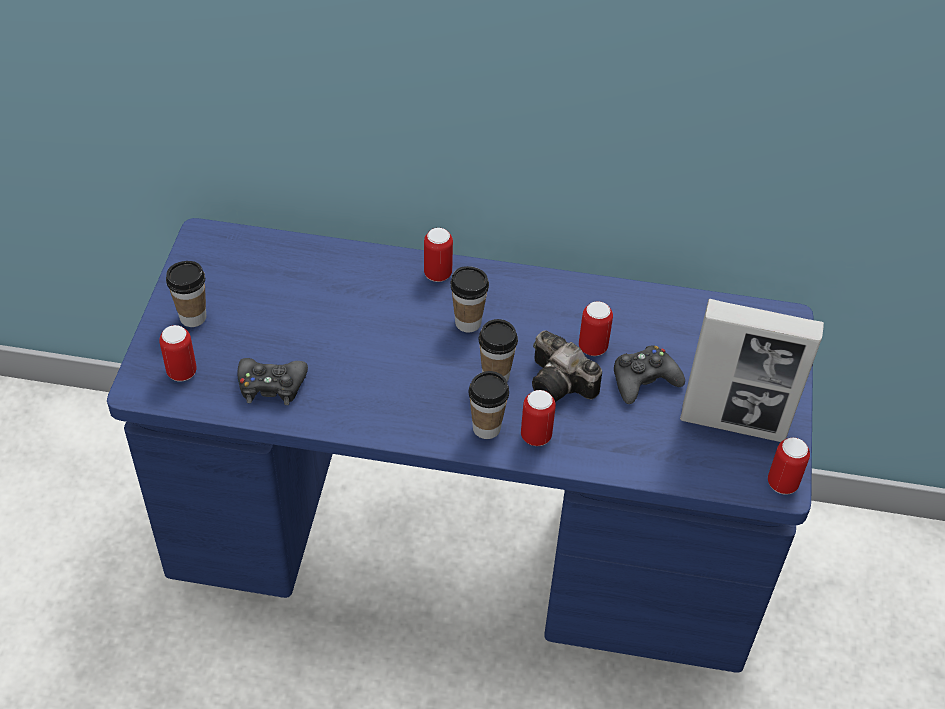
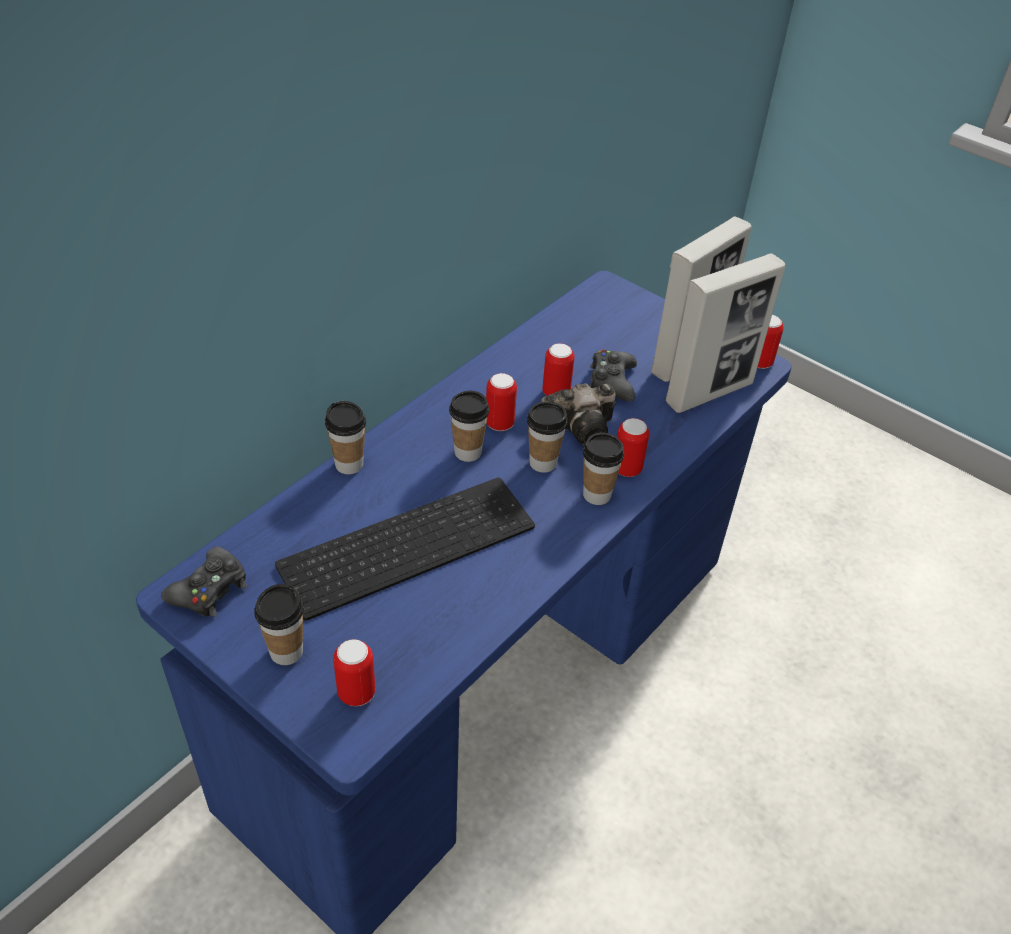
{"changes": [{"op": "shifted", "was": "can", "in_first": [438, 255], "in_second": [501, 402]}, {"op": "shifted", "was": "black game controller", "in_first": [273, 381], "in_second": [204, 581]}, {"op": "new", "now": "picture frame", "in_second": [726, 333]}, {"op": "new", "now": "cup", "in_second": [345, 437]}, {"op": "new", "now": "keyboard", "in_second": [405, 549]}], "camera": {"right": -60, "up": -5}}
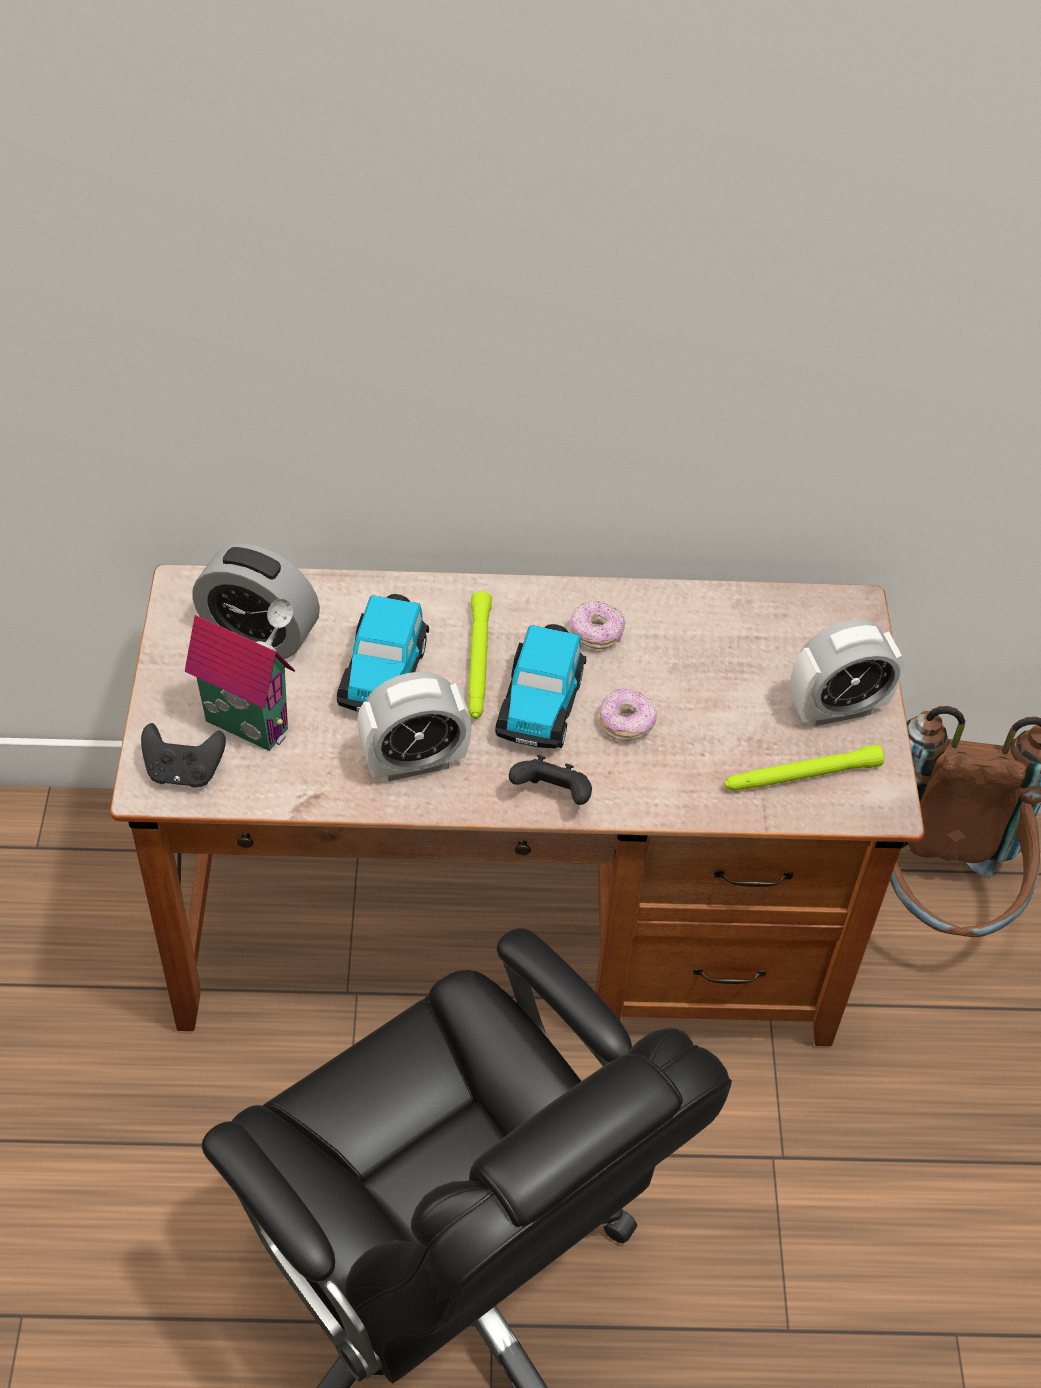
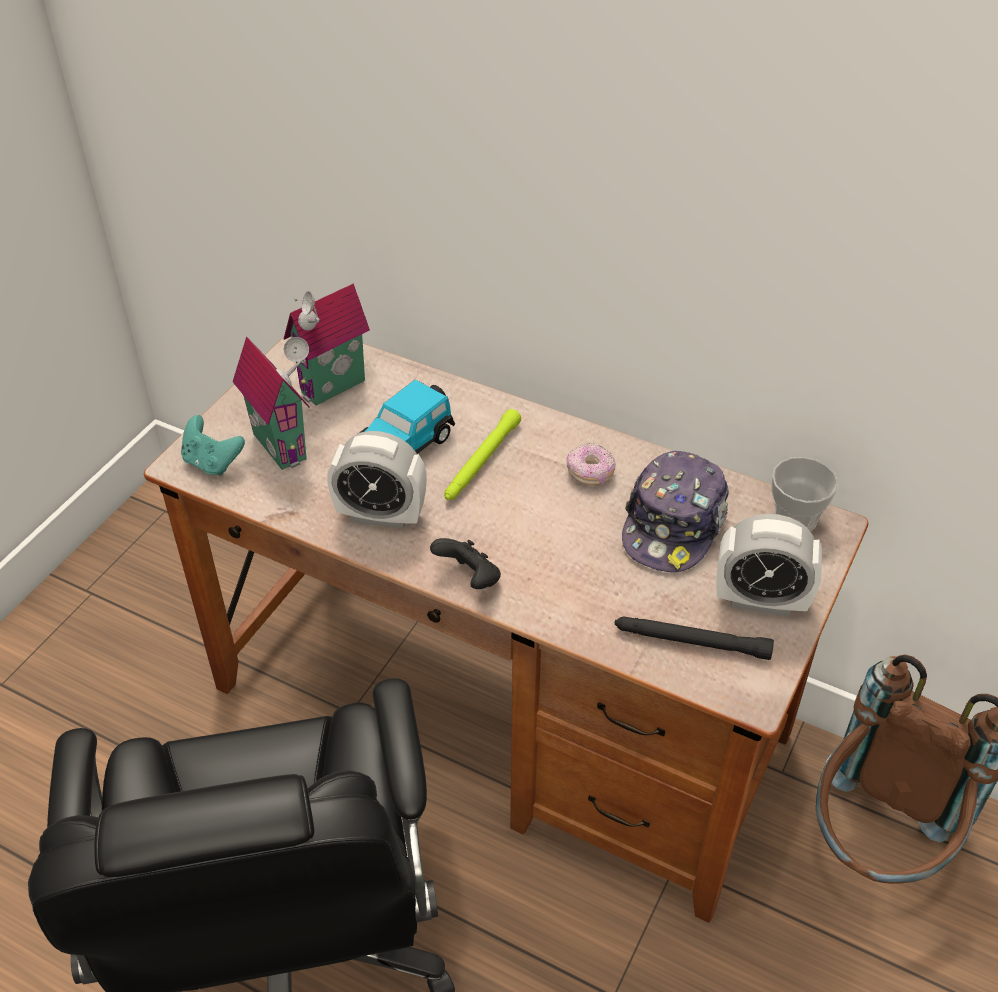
{"changes": [{"op": "swapped", "was": "alarm clock", "now": "toy house", "in_first": [256, 601], "in_second": [327, 345]}, {"op": "gone", "was": "toy car", "in_first": [540, 686]}, {"op": "gone", "was": "donut", "in_first": [628, 714]}, {"op": "repainted", "was": "black game controller", "now": "turquoise game controller", "in_first": [183, 755], "in_second": [213, 445]}, {"op": "repainted", "was": "green flashlight", "now": "black flashlight", "in_first": [804, 768], "in_second": [694, 638]}, {"op": "new", "now": "cap", "in_second": [675, 511]}, {"op": "new", "now": "cup", "in_second": [805, 494]}], "camera": {"right": 30, "up": -5}}
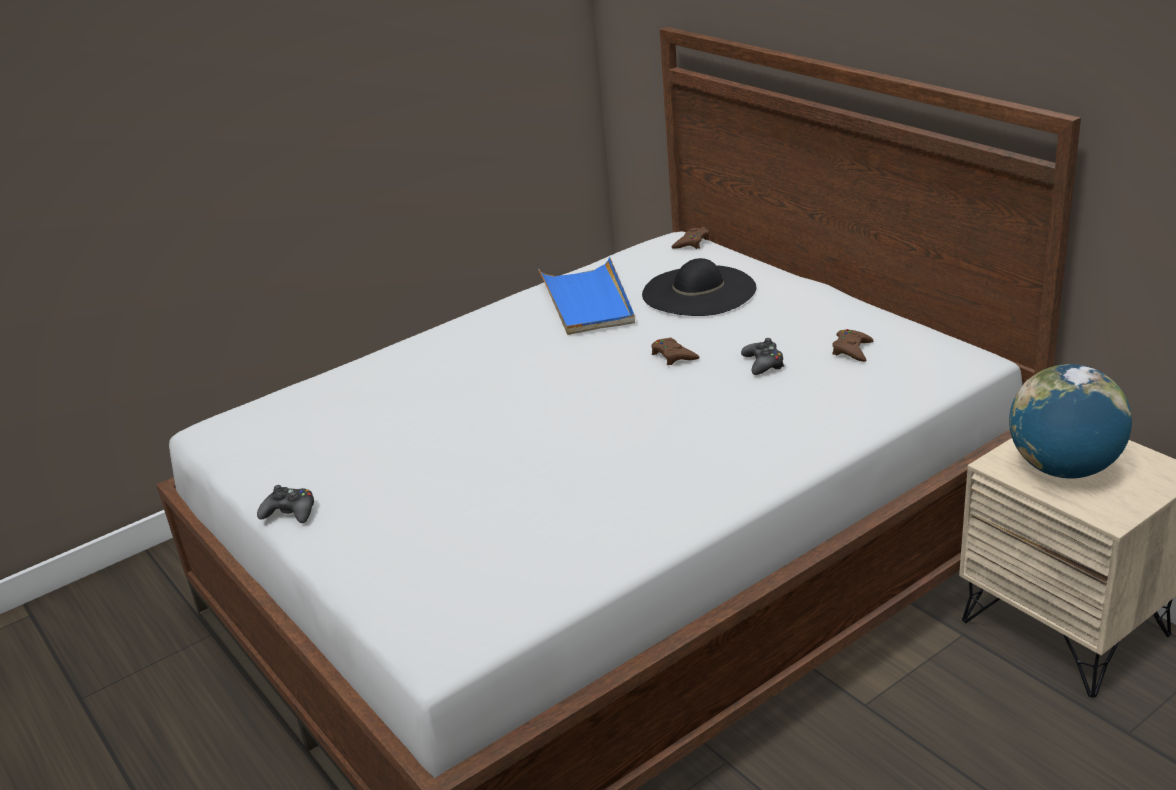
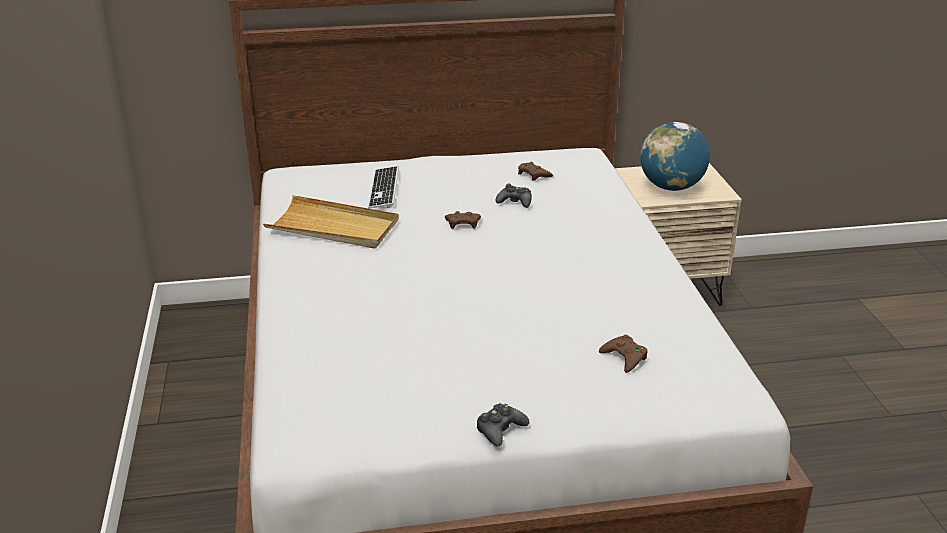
{"changes": [{"op": "shifted", "was": "brown game controller", "in_first": [690, 238], "in_second": [623, 354]}, {"op": "repainted", "was": "blue tray", "now": "beige tray", "in_first": [586, 296], "in_second": [331, 222]}, {"op": "swapped", "was": "black hat", "now": "keyboard", "in_first": [699, 287], "in_second": [383, 187]}], "camera": {"right": -65, "up": 0}}
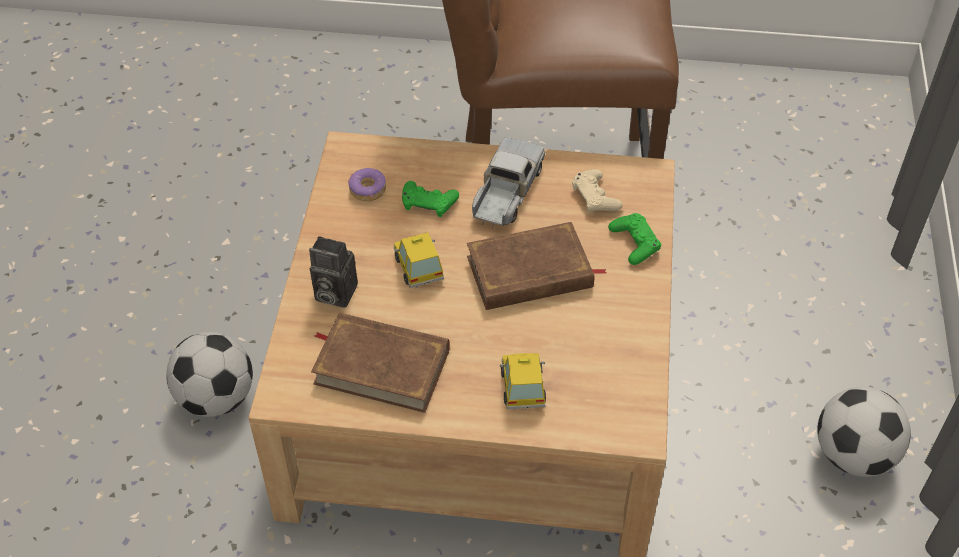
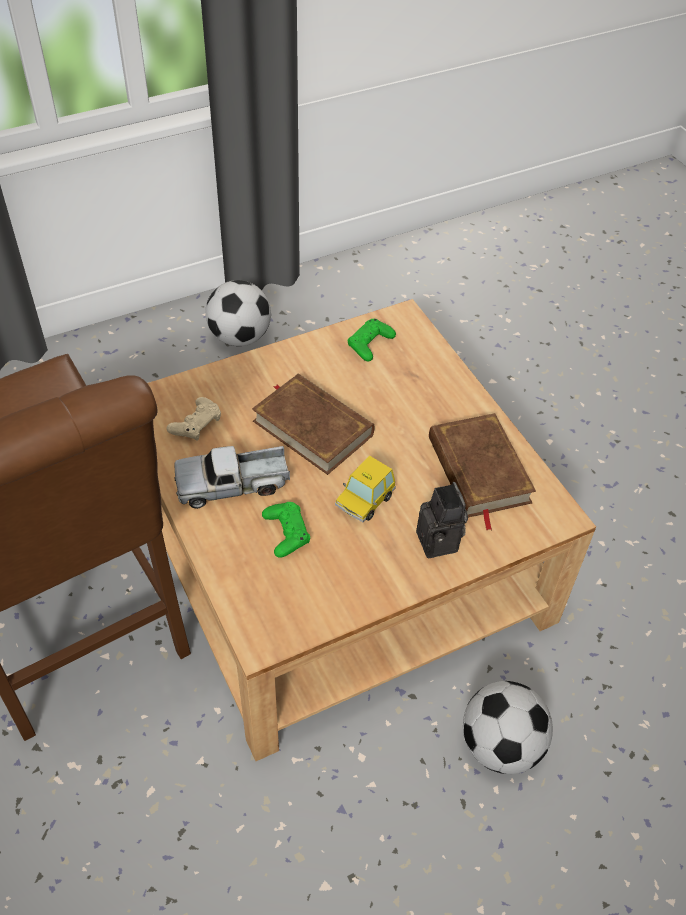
{"changes": [{"op": "gone", "was": "donut", "in_first": [367, 184]}, {"op": "shifted", "was": "green game controller", "in_first": [634, 239], "in_second": [372, 340]}, {"op": "gone", "was": "toy car", "in_first": [523, 382]}], "camera": {"right": -125, "up": 0}}
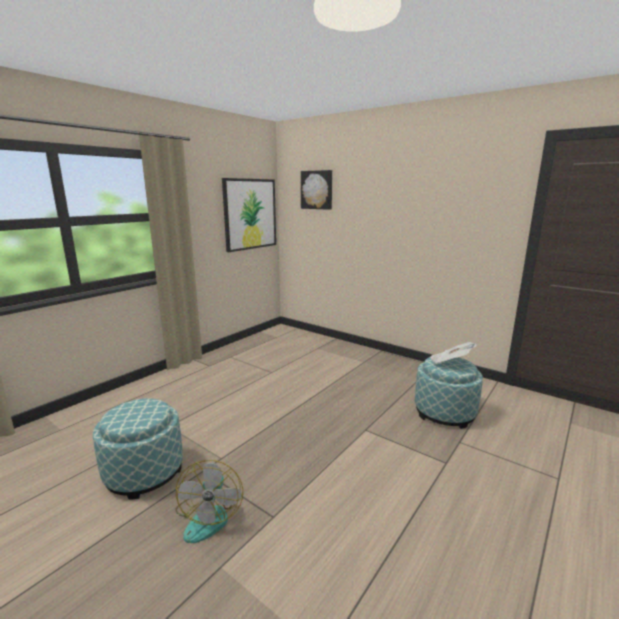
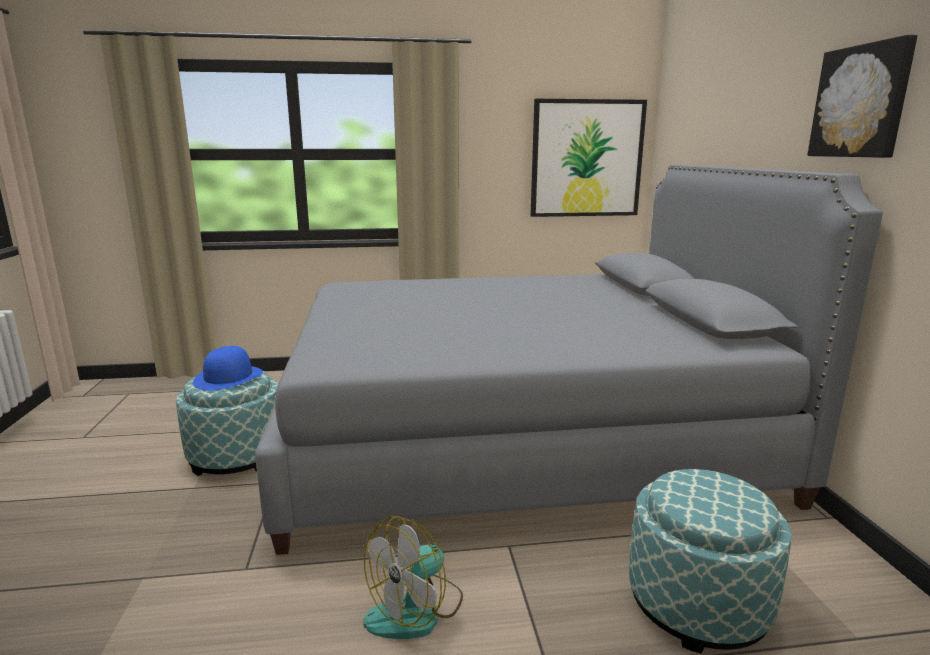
{"changes": [{"op": "shifted", "was": "picture", "in_first": [316, 190], "in_second": [862, 96]}, {"op": "gone", "was": "newspaper", "in_first": [453, 353]}, {"op": "shifted", "was": "fan", "in_first": [209, 501], "in_second": [413, 577]}, {"op": "new", "now": "grey bed", "in_second": [569, 359]}, {"op": "new", "now": "blue hat", "in_second": [228, 368]}], "camera": {"right": 45, "up": 0}}
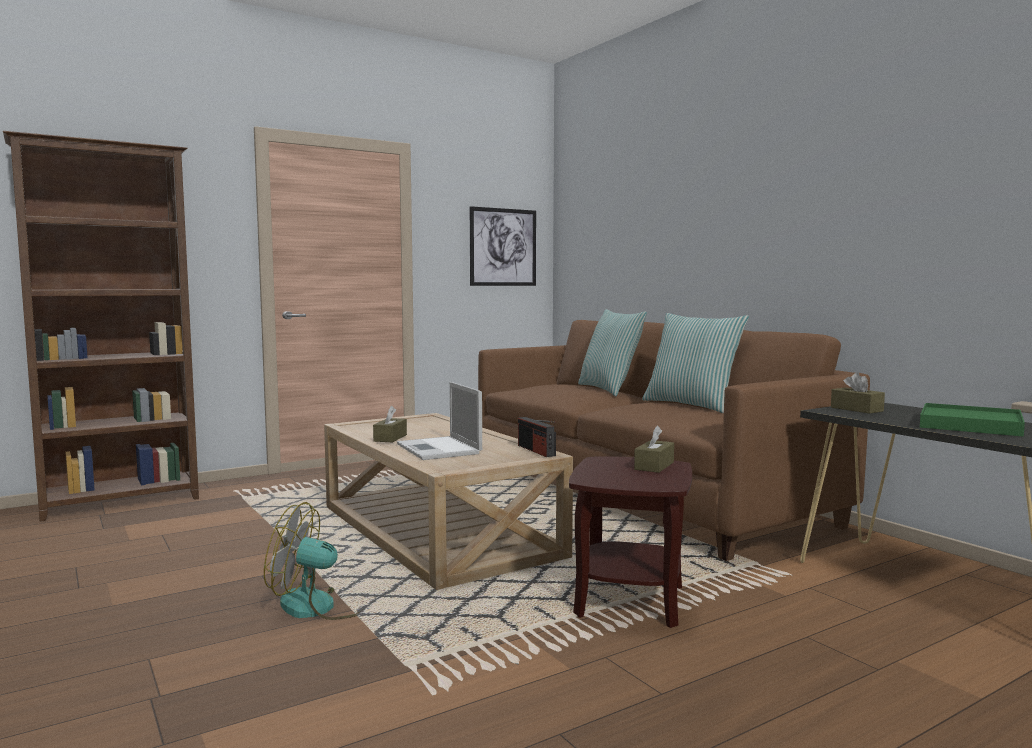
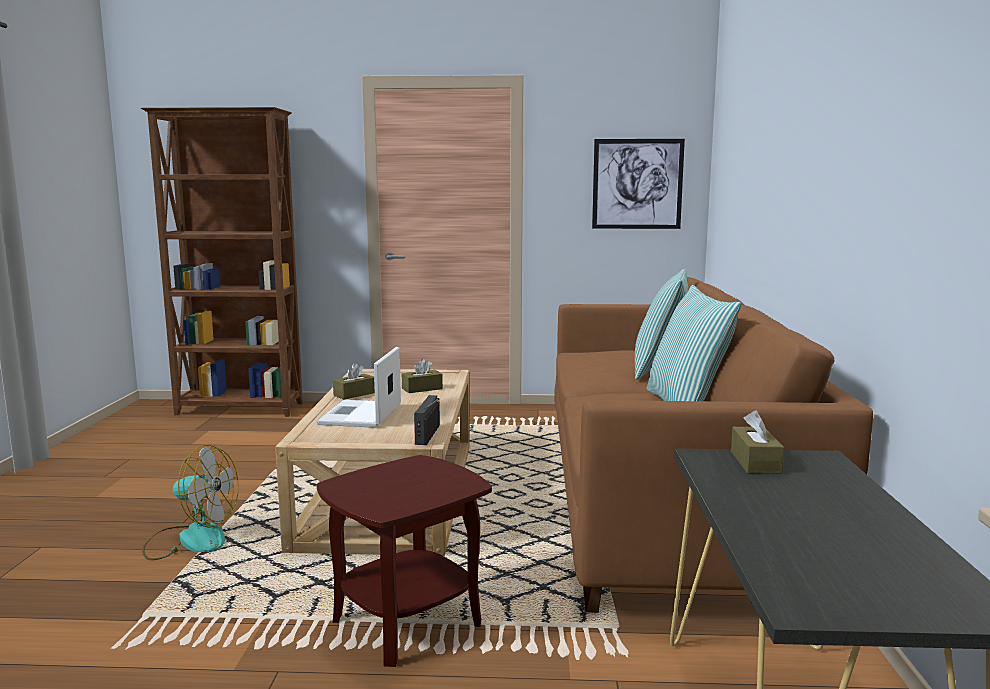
{"changes": [{"op": "gone", "was": "green tray", "in_first": [972, 420]}, {"op": "shifted", "was": "brown tissue box", "in_first": [654, 449], "in_second": [422, 376]}, {"op": "rotated", "was": "fan", "in_first": [315, 561], "in_second": [190, 502], "clockwise": 150}], "camera": {"right": 35, "up": 5}}
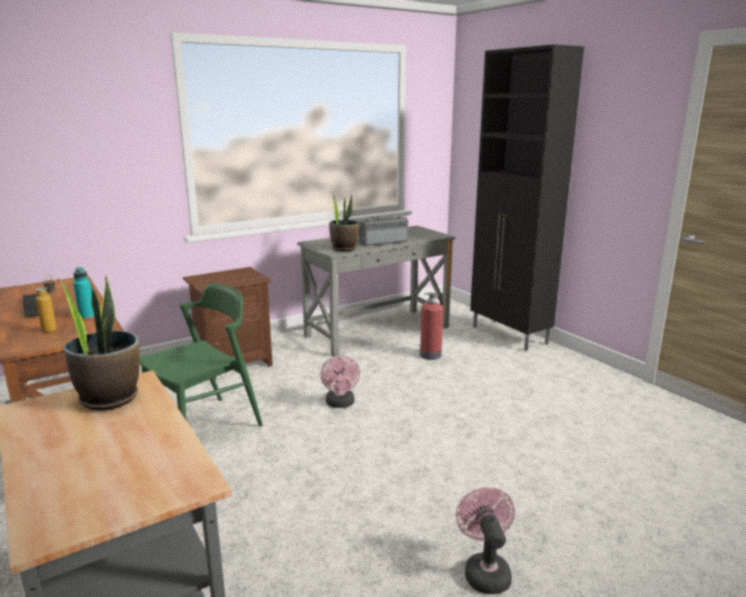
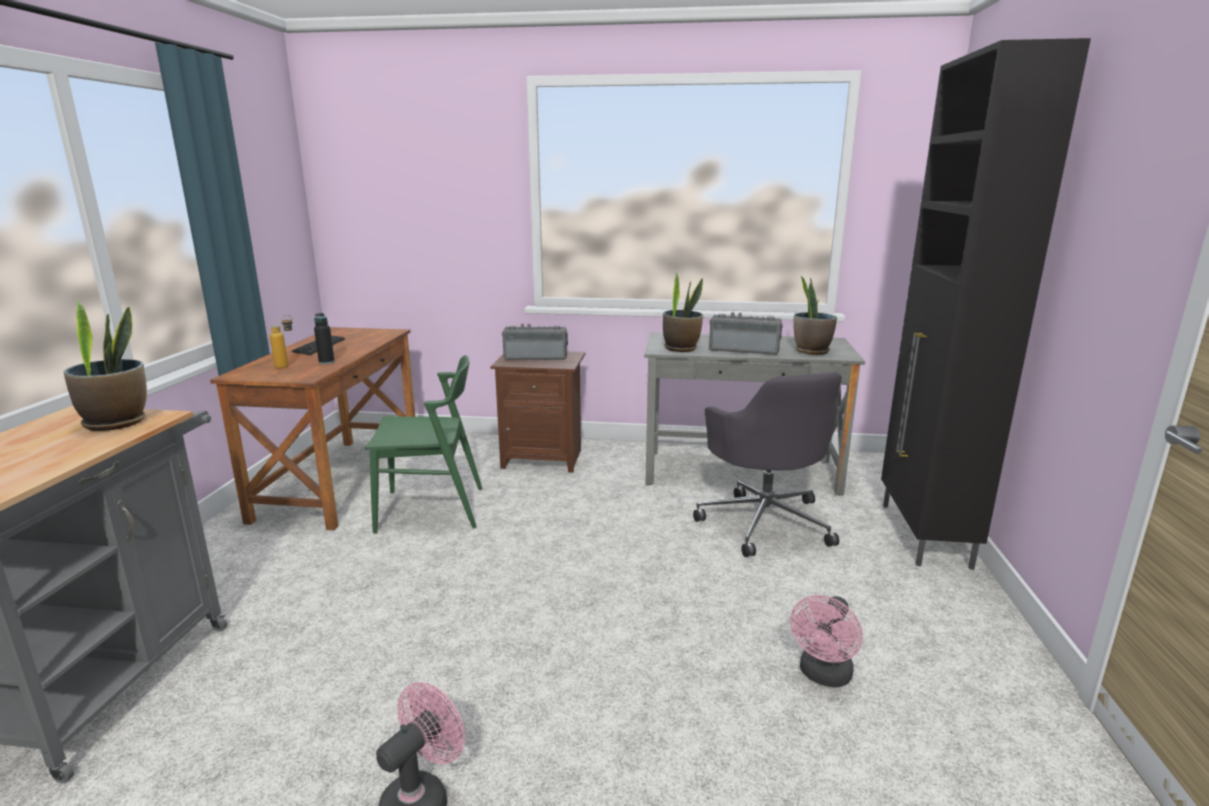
{"changes": [{"op": "repainted", "was": "turquoise bottle", "now": "black bottle", "in_first": [83, 293], "in_second": [324, 338]}, {"op": "swapped", "was": "fire extinguisher", "now": "grey office chair", "in_first": [431, 326], "in_second": [767, 464]}, {"op": "shifted", "was": "pink fan", "in_first": [340, 381], "in_second": [826, 641]}, {"op": "new", "now": "potted plant", "in_second": [815, 315]}, {"op": "new", "now": "radio", "in_second": [535, 342]}], "camera": {"right": 40, "up": 0}}
